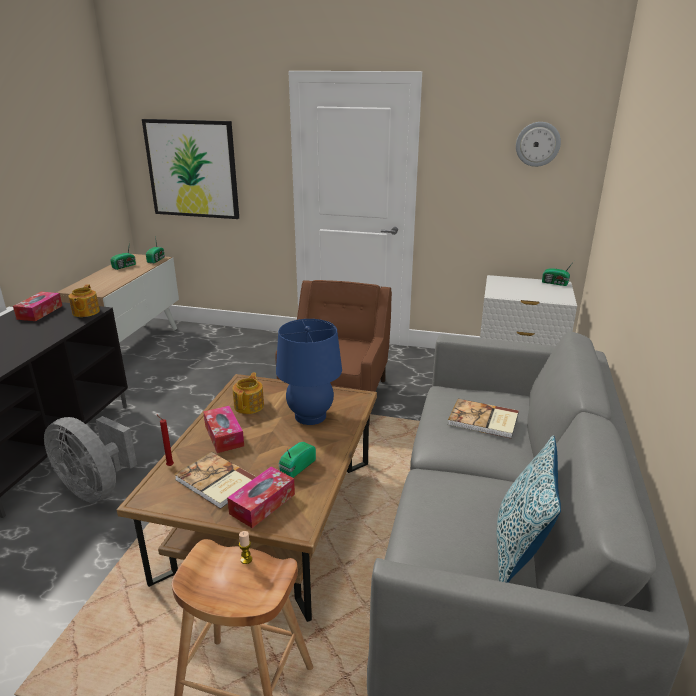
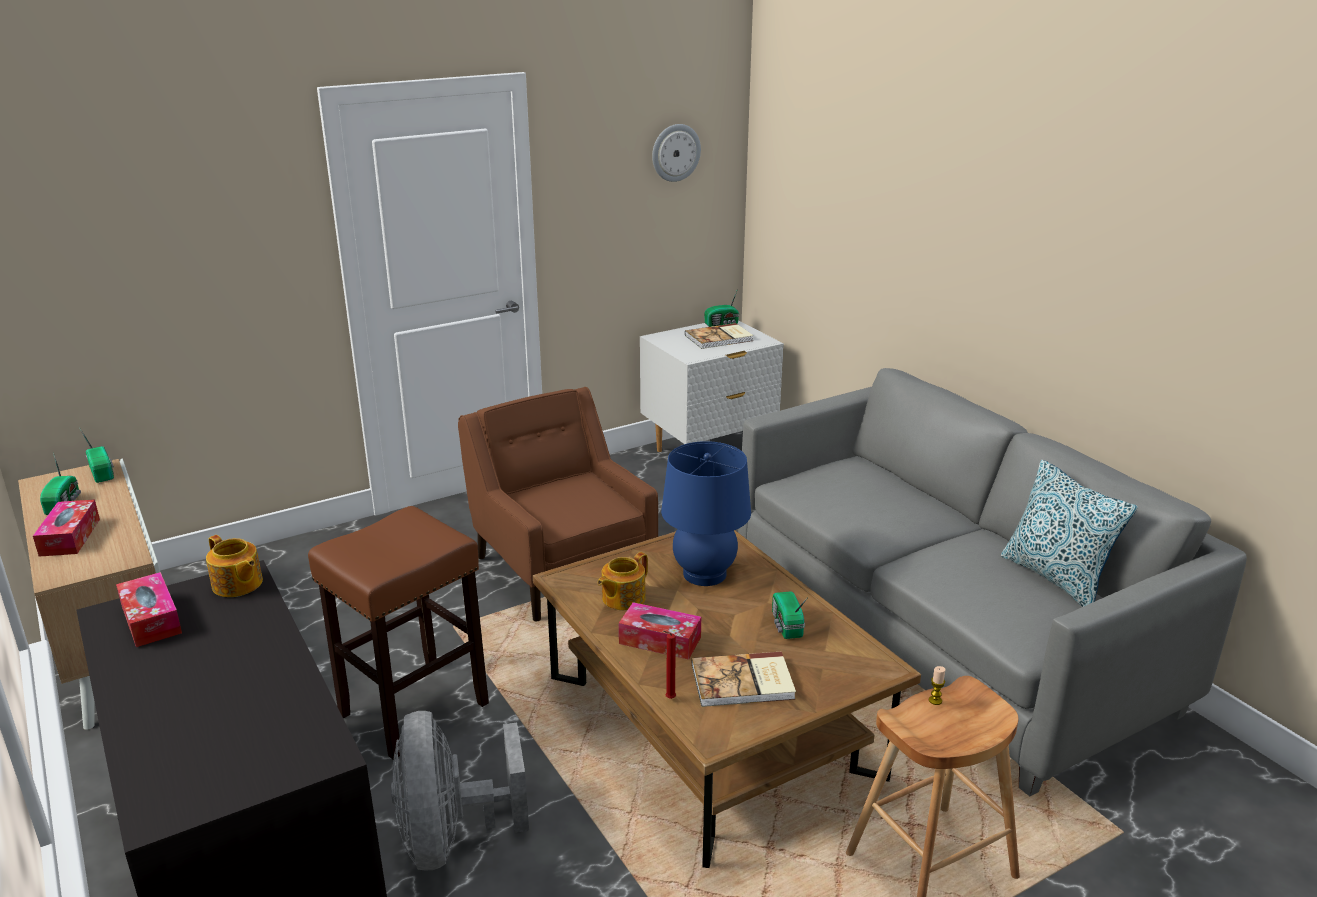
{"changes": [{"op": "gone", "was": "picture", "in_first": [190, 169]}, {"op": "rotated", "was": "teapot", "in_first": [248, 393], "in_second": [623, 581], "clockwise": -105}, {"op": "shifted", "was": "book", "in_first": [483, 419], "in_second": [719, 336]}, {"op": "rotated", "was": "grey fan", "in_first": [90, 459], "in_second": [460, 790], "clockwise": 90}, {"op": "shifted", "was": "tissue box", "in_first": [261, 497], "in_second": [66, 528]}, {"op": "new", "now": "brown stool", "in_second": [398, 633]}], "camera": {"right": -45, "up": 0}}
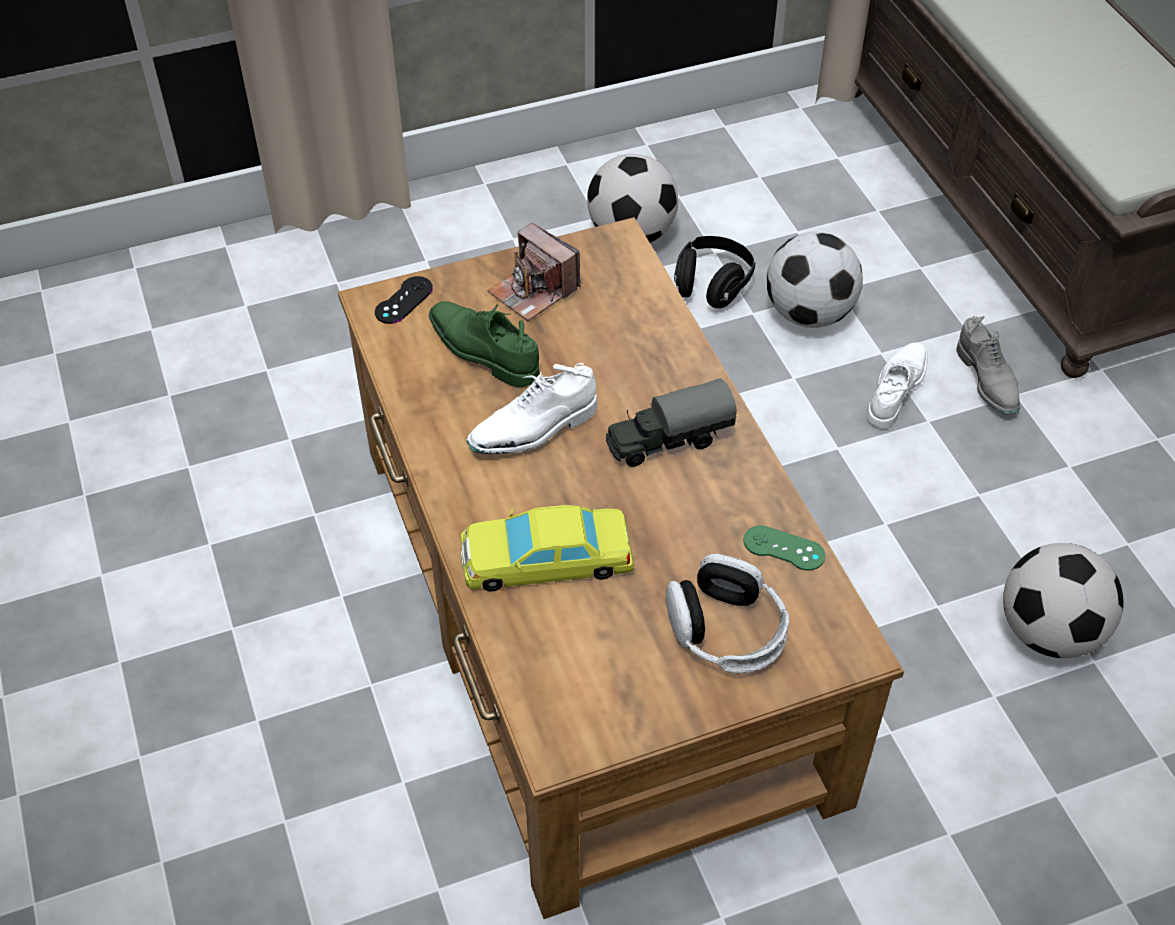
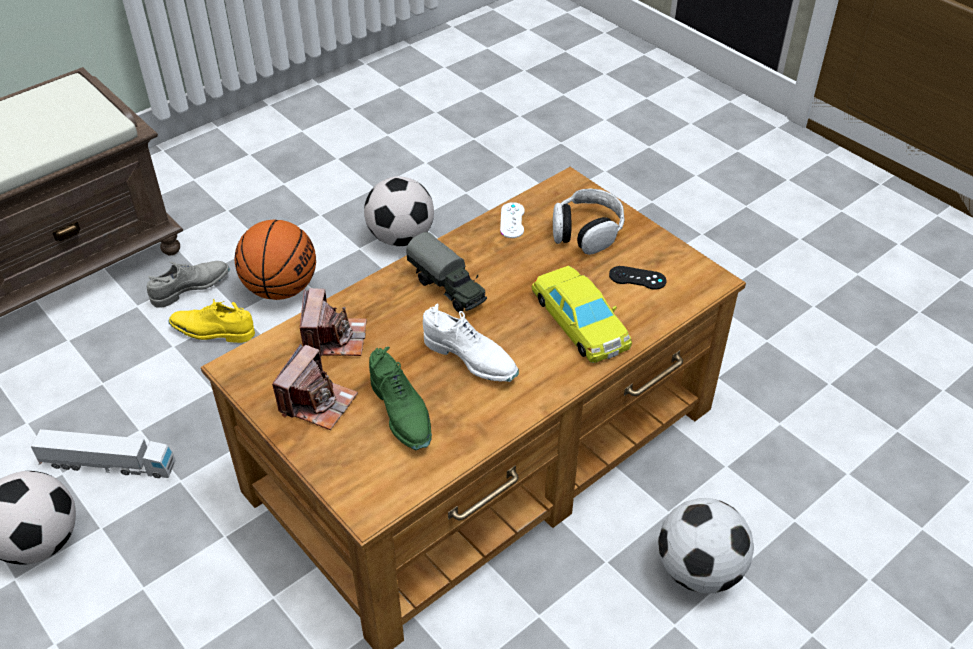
{"changes": [{"op": "shifted", "was": "football", "in_first": [815, 280], "in_second": [706, 545]}, {"op": "swapped", "was": "black headphones", "now": "toy truck", "in_first": [714, 272], "in_second": [103, 453]}, {"op": "shifted", "was": "black game controller", "in_first": [404, 300], "in_second": [638, 278]}, {"op": "rotated", "was": "green shoe", "in_first": [484, 344], "in_second": [400, 398], "clockwise": -45}, {"op": "repainted", "was": "white shoe", "now": "yellow shoe", "in_first": [897, 385], "in_second": [211, 321]}, {"op": "repainted", "was": "green game controller", "now": "white game controller", "in_first": [784, 548], "in_second": [512, 220]}, {"op": "new", "now": "basketball", "in_second": [275, 260]}, {"op": "new", "now": "photo camera", "in_second": [333, 322]}], "camera": {"right": -110, "up": -5}}
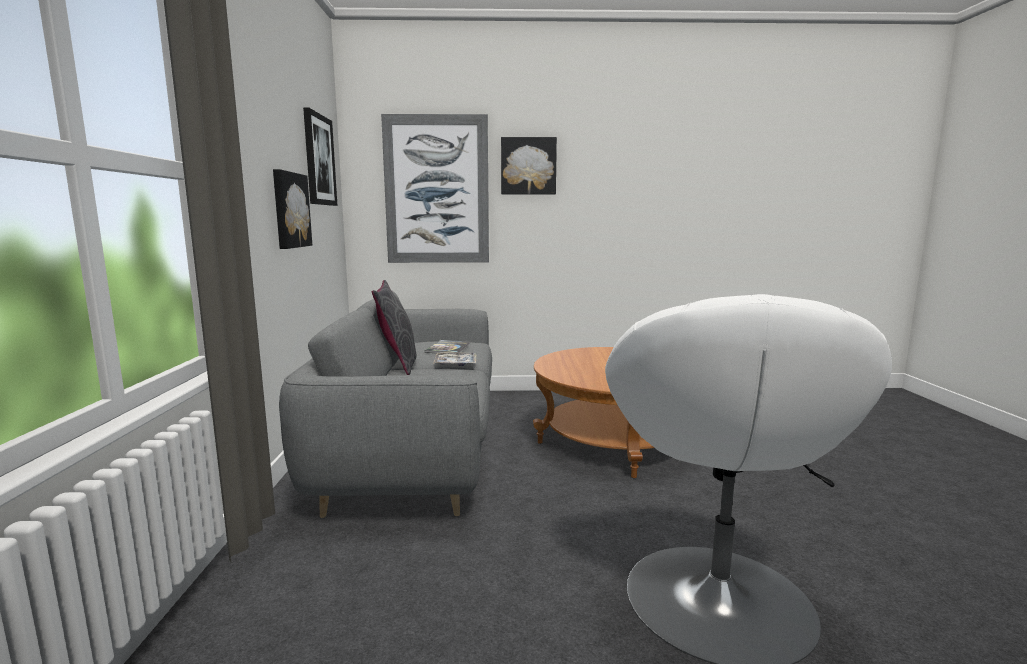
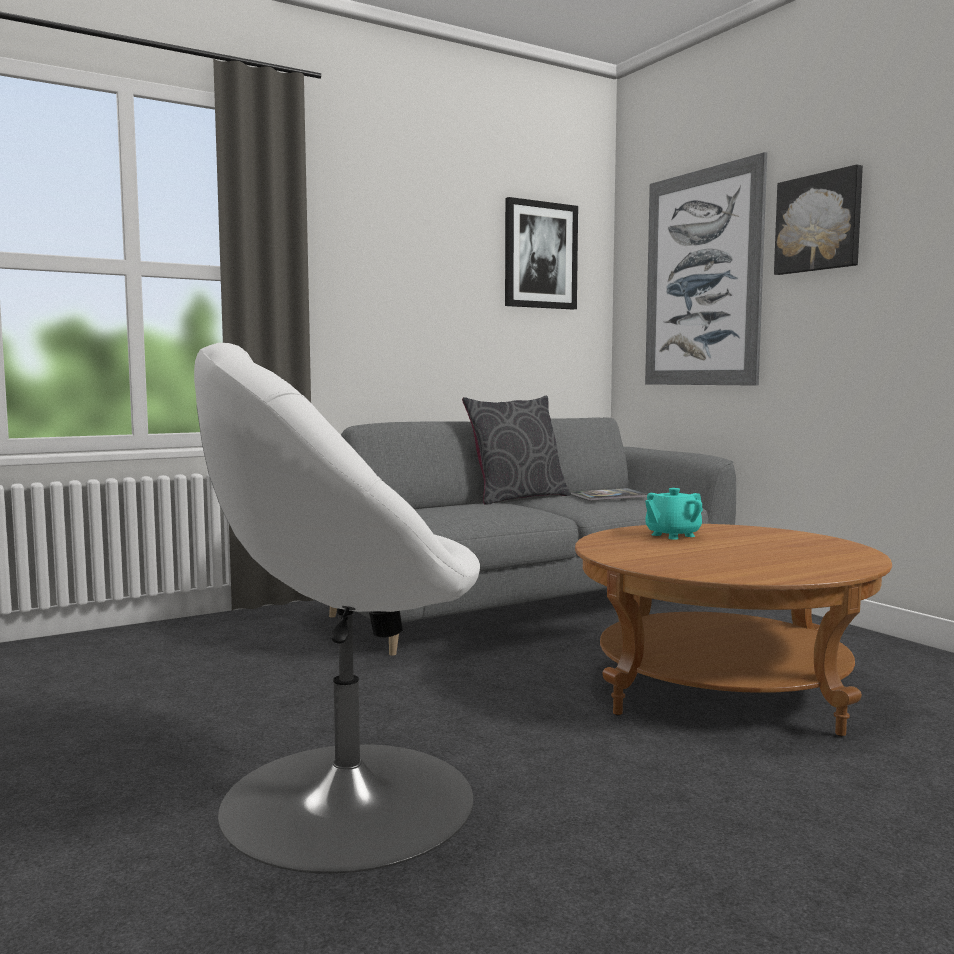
{"changes": [{"op": "gone", "was": "picture", "in_first": [292, 209]}, {"op": "gone", "was": "tray", "in_first": [454, 359]}, {"op": "new", "now": "turquoise teapot", "in_second": [674, 514]}], "camera": {"right": 60, "up": -5}}
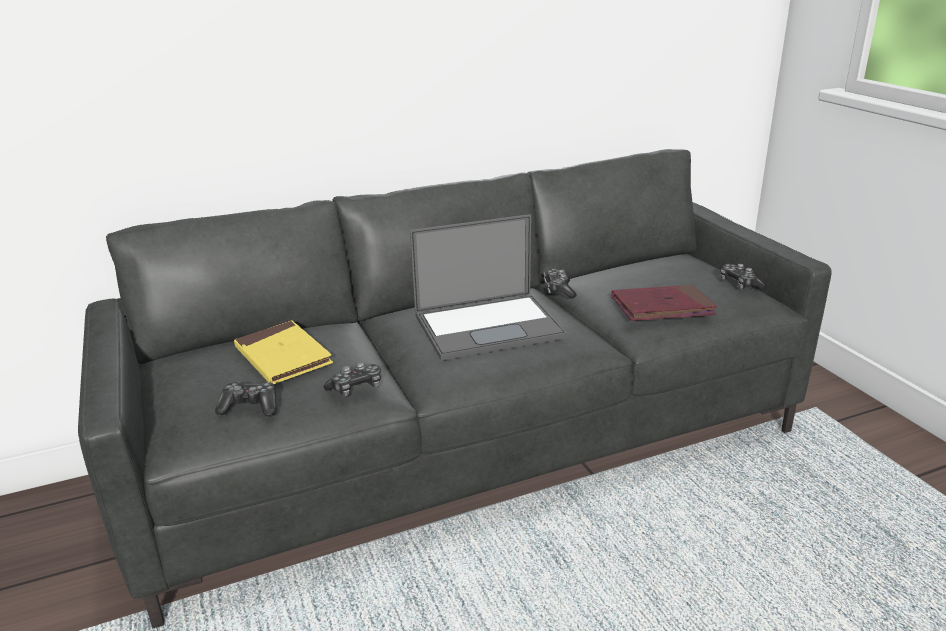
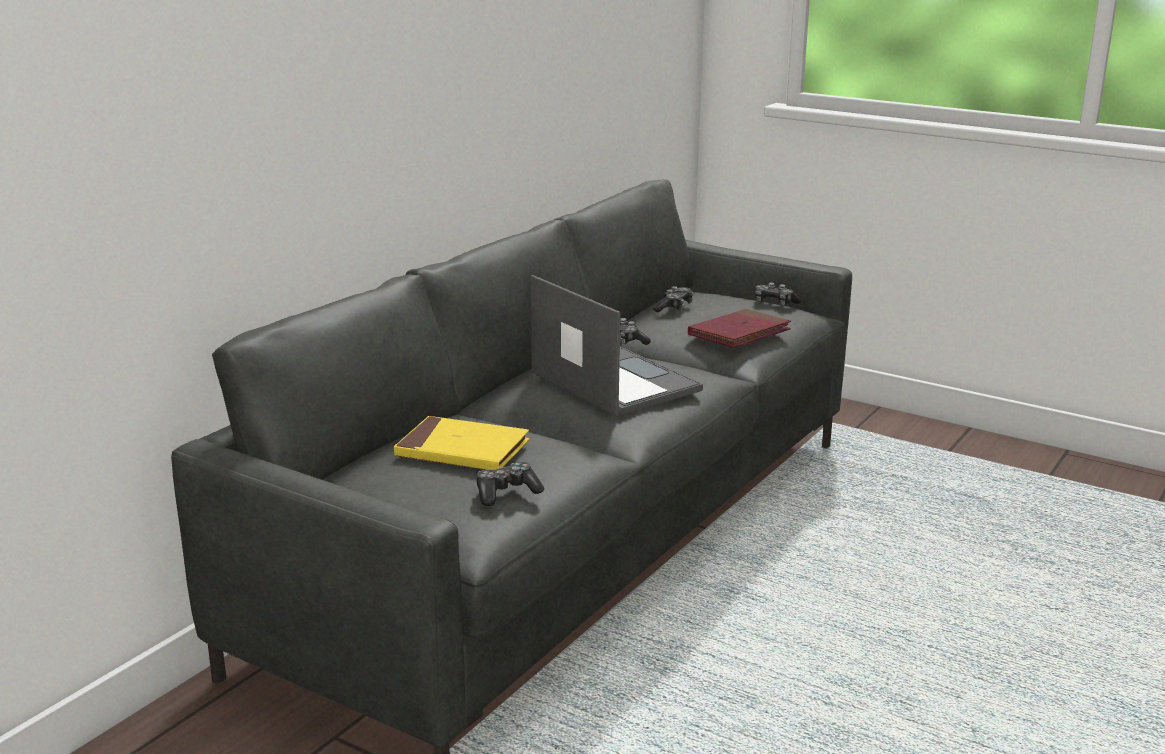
{"changes": [{"op": "rotated", "was": "laptop", "in_first": [488, 287], "in_second": [617, 345], "clockwise": -75}, {"op": "shifted", "was": "game controller", "in_first": [352, 379], "in_second": [673, 299]}], "camera": {"right": -35, "up": -5}}
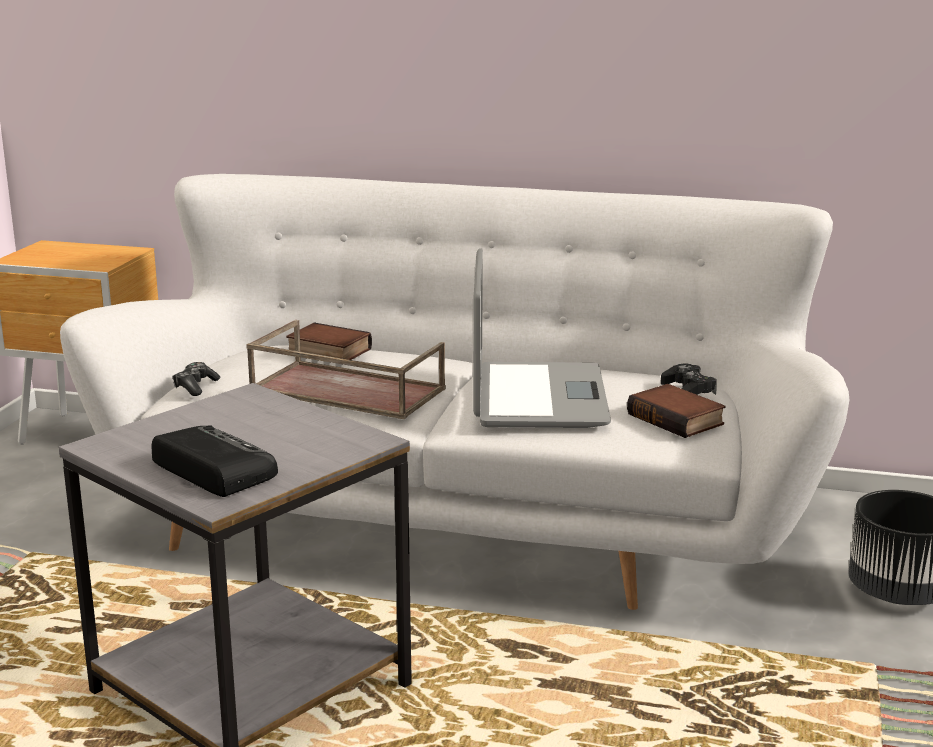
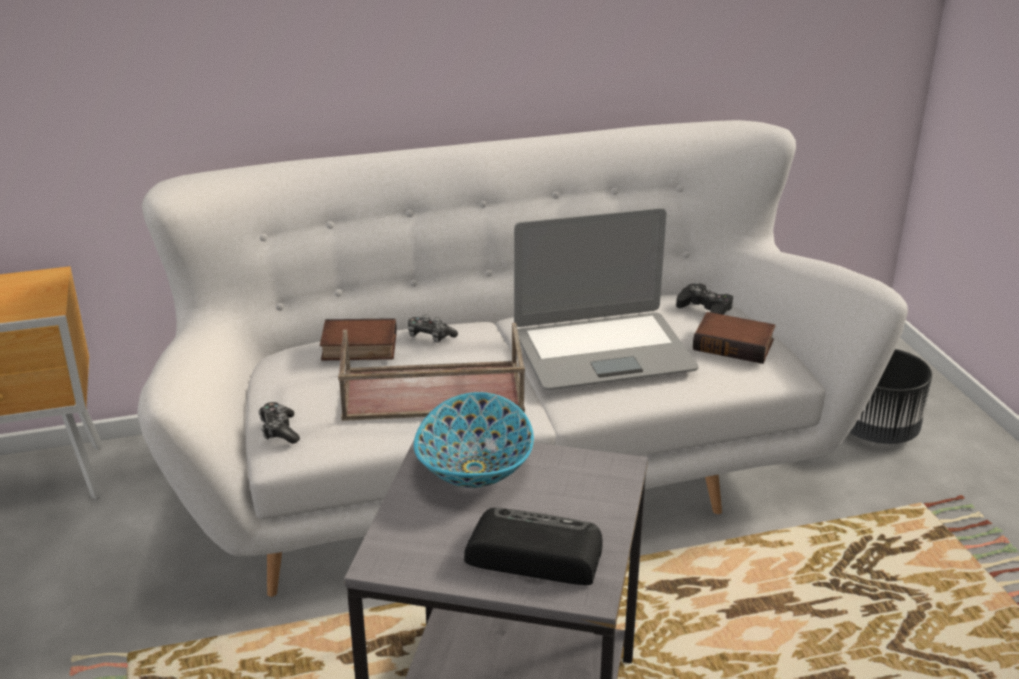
{"changes": [{"op": "rotated", "was": "laptop", "in_first": [542, 338], "in_second": [606, 299], "clockwise": 105}, {"op": "new", "now": "game controller", "in_second": [433, 328]}, {"op": "new", "now": "bowl", "in_second": [474, 440]}], "camera": {"right": -30, "up": 10}}
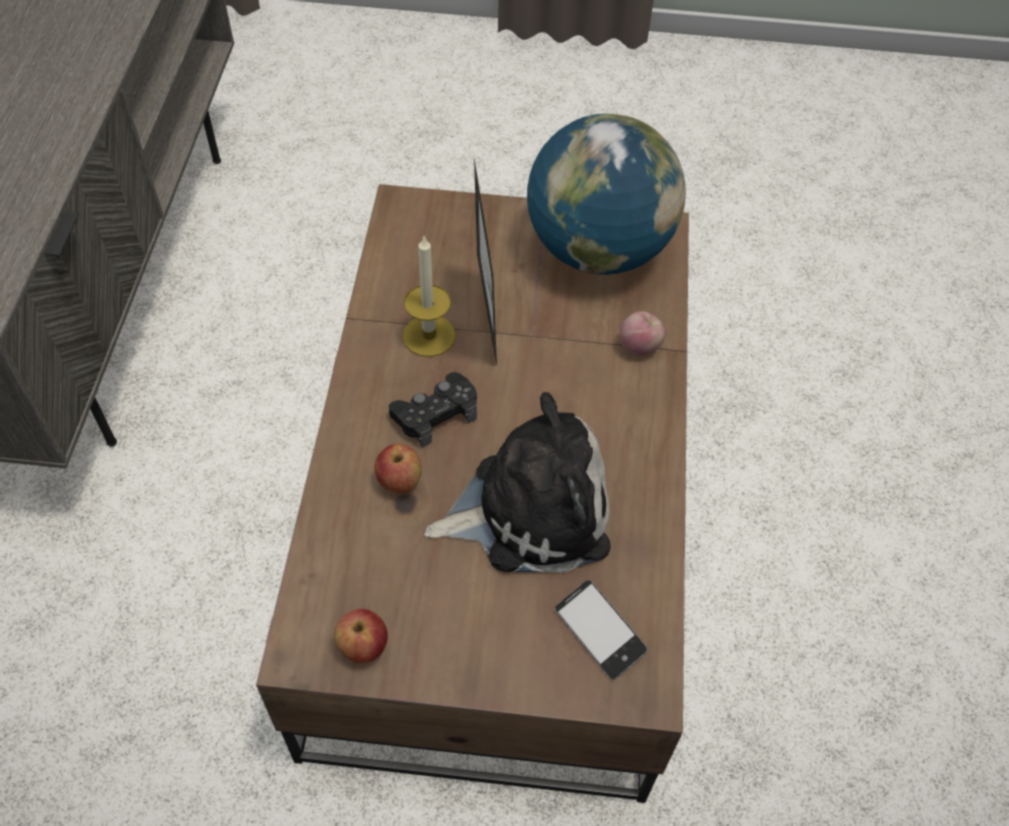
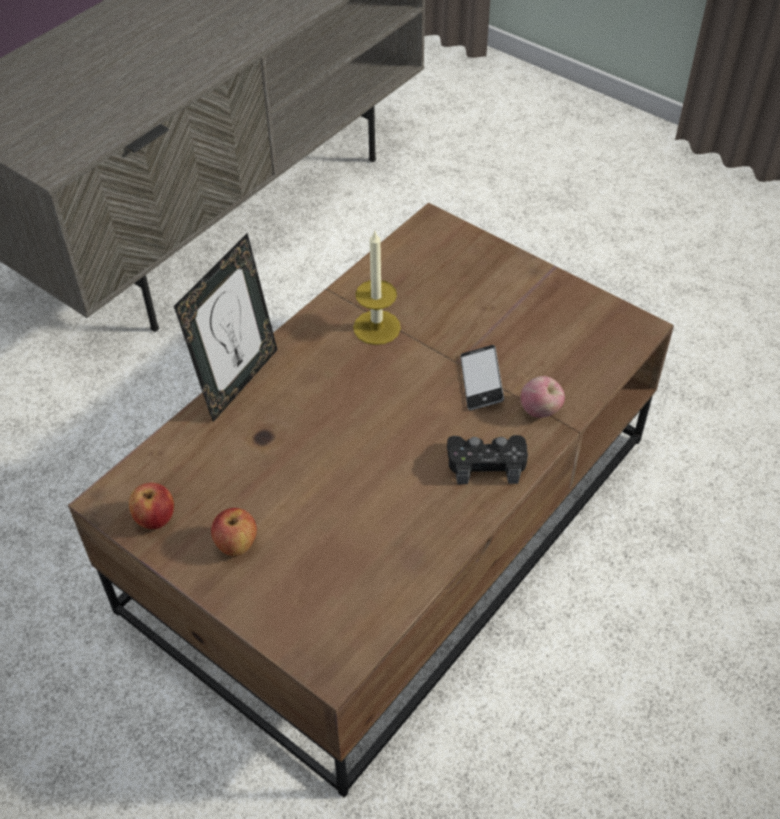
{"changes": [{"op": "gone", "was": "globe", "in_first": [606, 194]}, {"op": "shifted", "was": "picture frame", "in_first": [485, 262], "in_second": [225, 327]}, {"op": "shifted", "was": "black game controller", "in_first": [433, 409], "in_second": [487, 459]}, {"op": "gone", "was": "plush toy", "in_first": [517, 483]}, {"op": "shifted", "was": "apple", "in_first": [398, 469], "in_second": [234, 532]}, {"op": "shifted", "was": "phone", "in_first": [601, 630], "in_second": [482, 377]}], "camera": {"right": 35, "up": -5}}
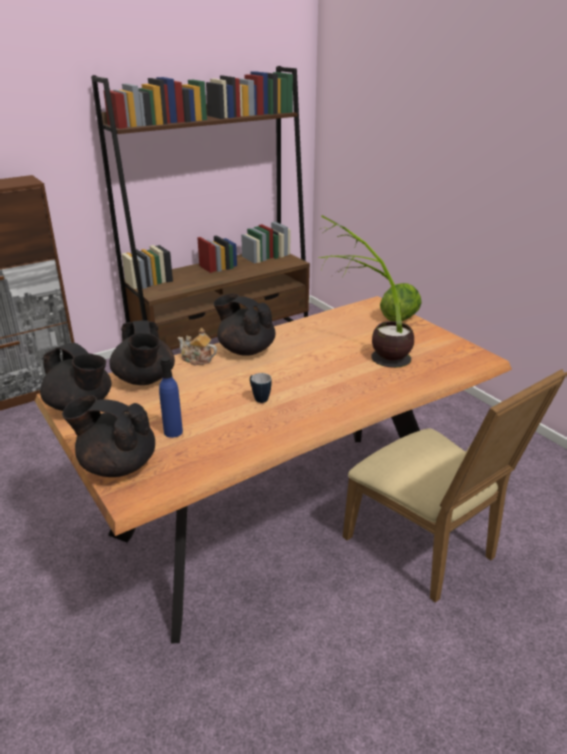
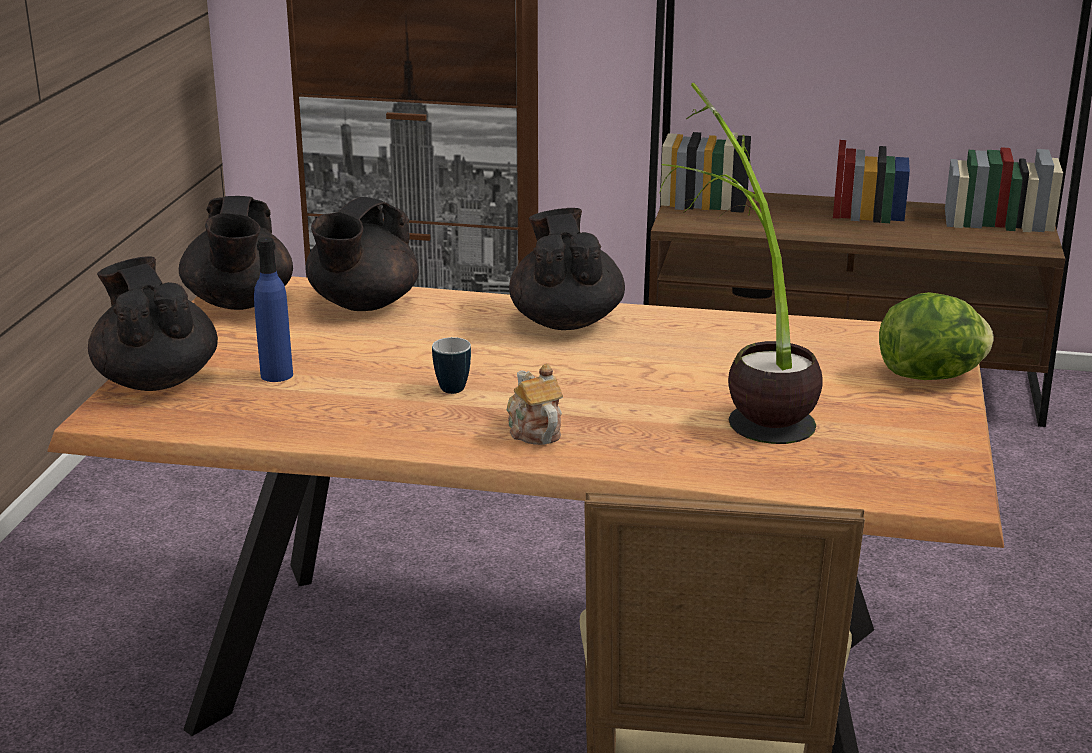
{"changes": [{"op": "shifted", "was": "teapot", "in_first": [197, 346], "in_second": [535, 404]}], "camera": {"right": 45, "up": -5}}
